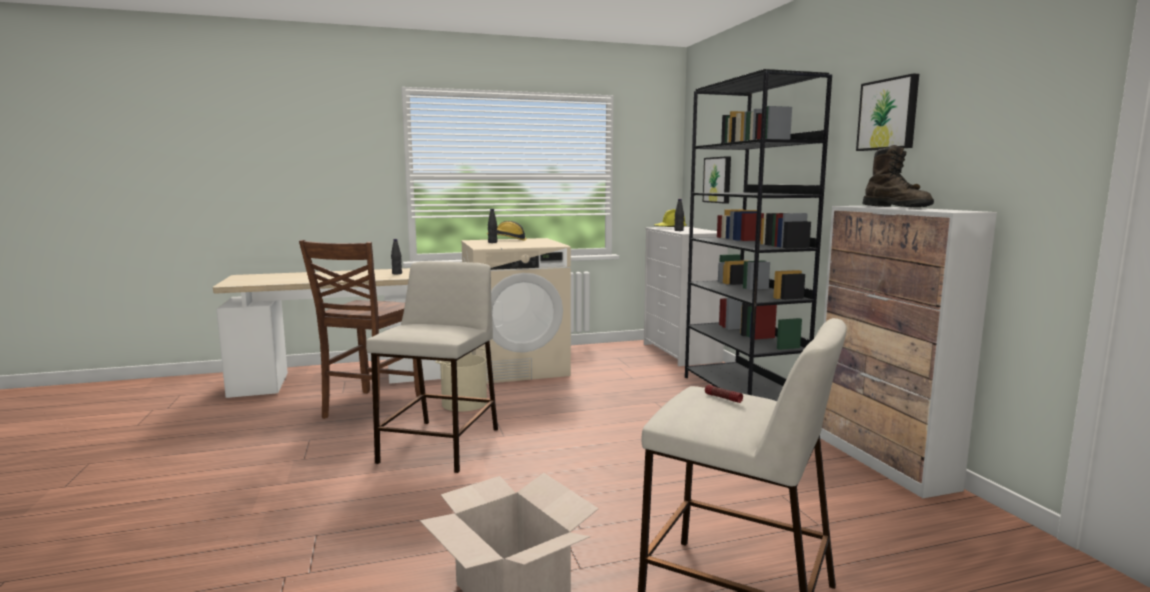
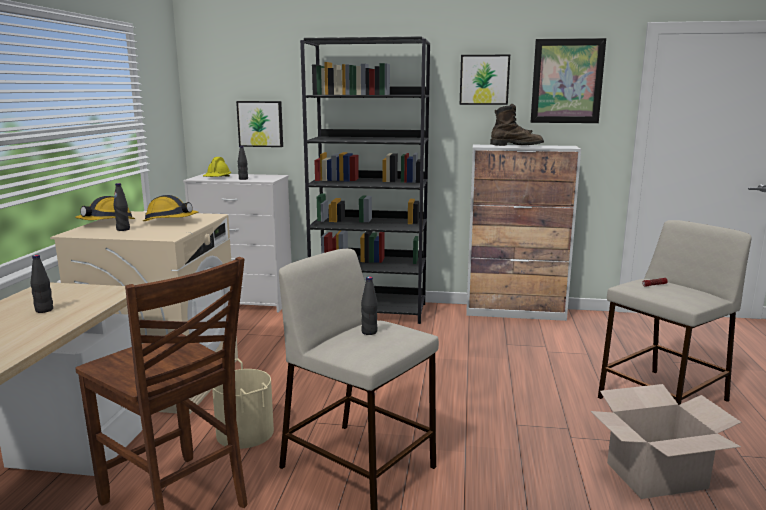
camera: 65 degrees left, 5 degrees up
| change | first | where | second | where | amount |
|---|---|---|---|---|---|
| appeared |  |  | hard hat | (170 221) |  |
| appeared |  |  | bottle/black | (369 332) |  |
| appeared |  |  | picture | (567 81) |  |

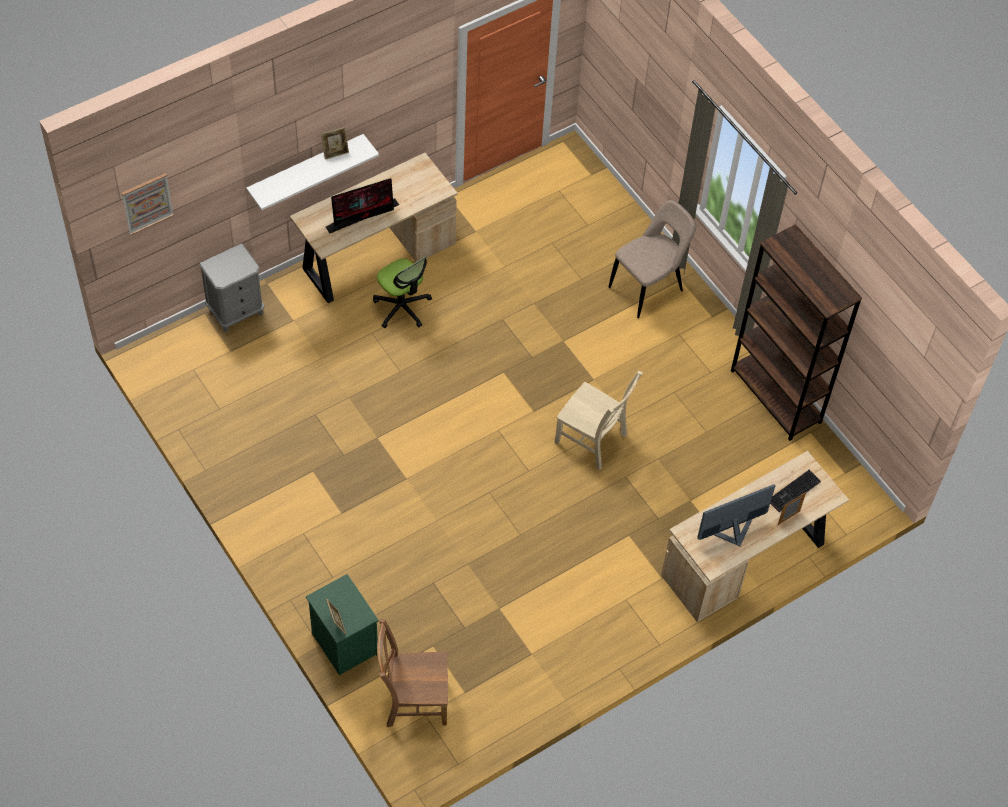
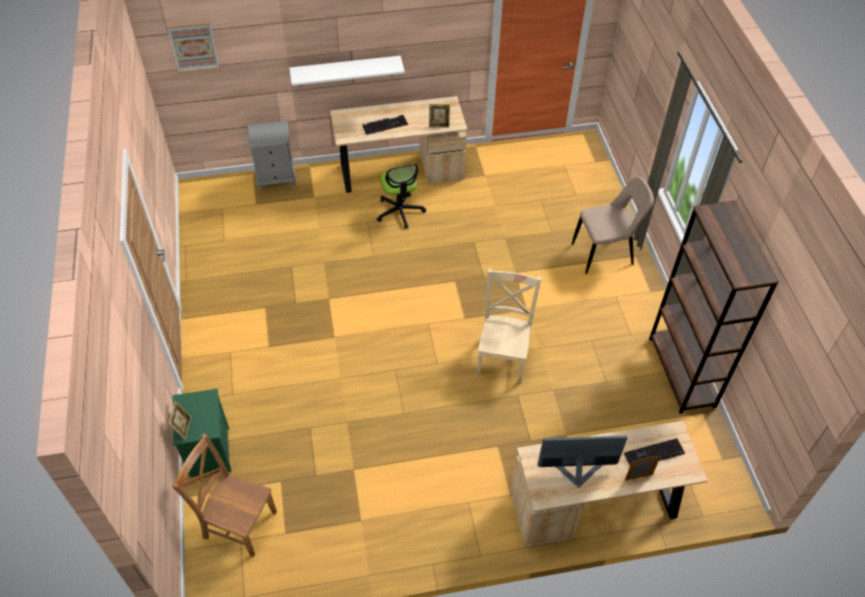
camera: 25 degrees right, 5 degrees down
| change | first | where | second | where | amount |
|---|---|---|---|---|---|
| relocated | picture frame | (335 152) |  | (439 124) |  |
| exchanged | monitor | (363 215) | keyboard | (385 125) |  |
| spun | chair/beige | (593 440) |  | (503 357) | 135 degrees counterclockwise |

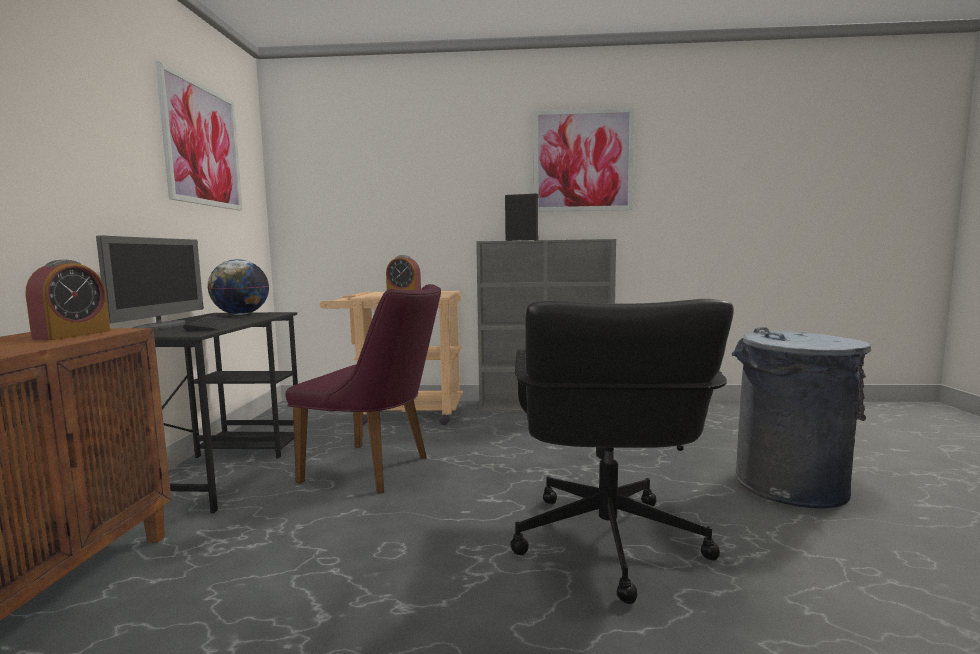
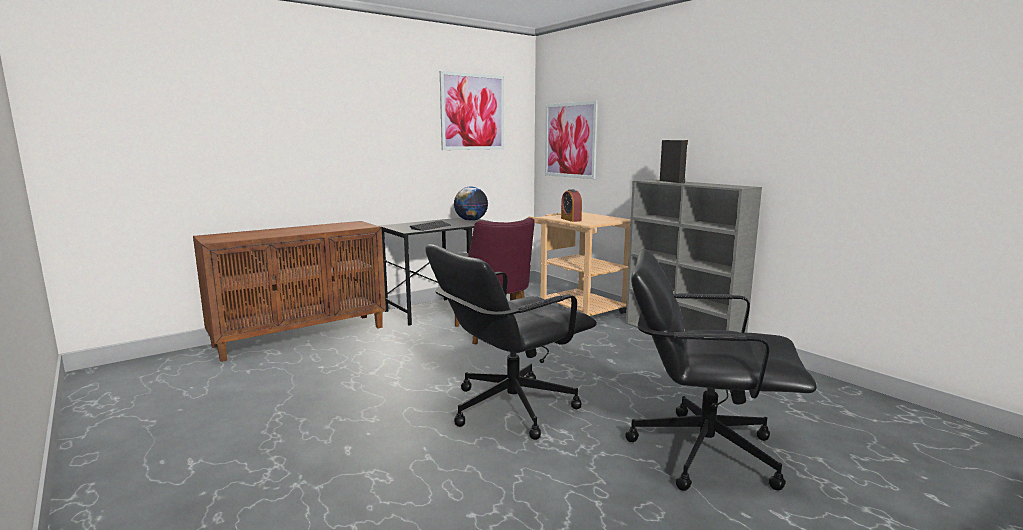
camera: 50 degrees right, 5 degrees up
| change | first | where | second | where | amount |
|---|---|---|---|---|---|
| missing | alarm clock | (72 335) |  |  |  |
| missing | monitor | (160 326) |  |  |  |
| relocated | picture | (582 161) |  | (570 140) |  |
| exchanged | trash can/grey | (790 487) | office chair/black | (702 451) |  |

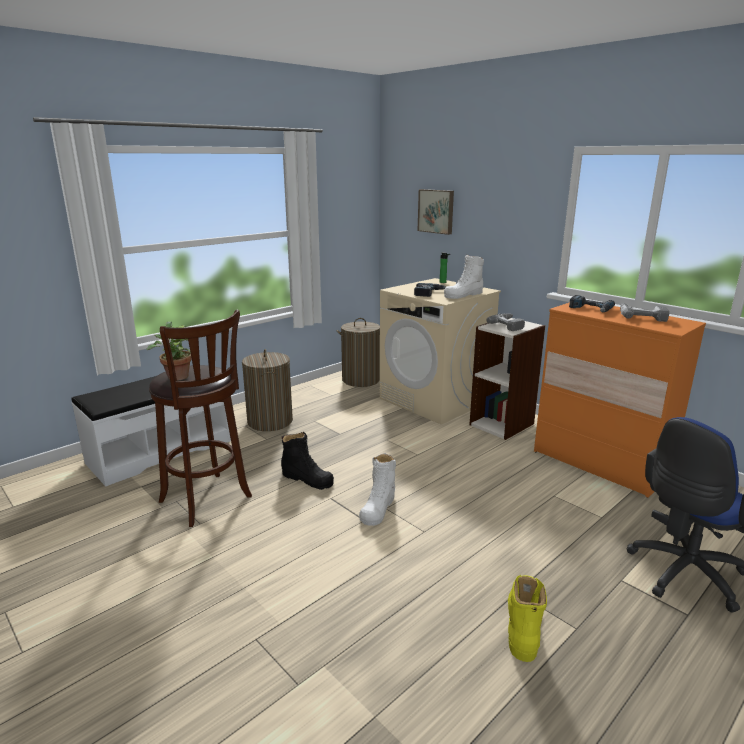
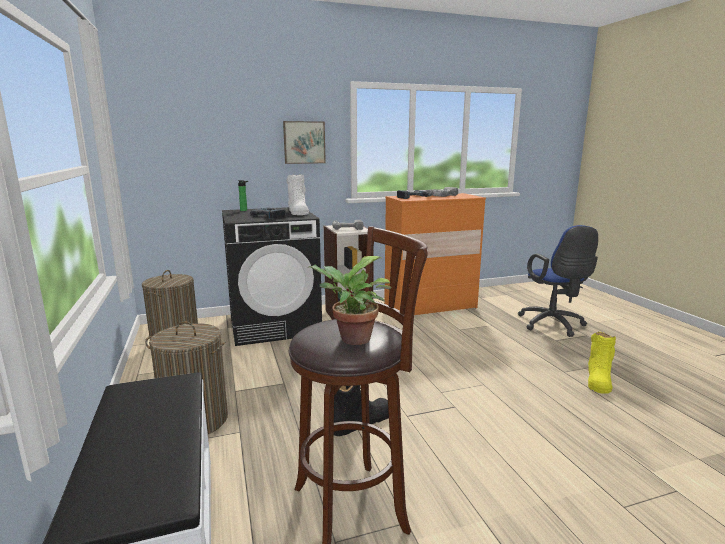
camera: 65 degrees left, 5 degrees down
| change | first | where | second | where | amount |
|---|---|---|---|---|---|
| missing | boot/white | (378 507) |  |  |  |
| colour | washing machine/beige | (435 400) | washing machine/black | (275 325) |  |
| relocated | picture | (436 211) |  | (304 142) |  |
| spun | boot/yellow | (522 626) |  | (598 380) | 105 degrees counterclockwise |

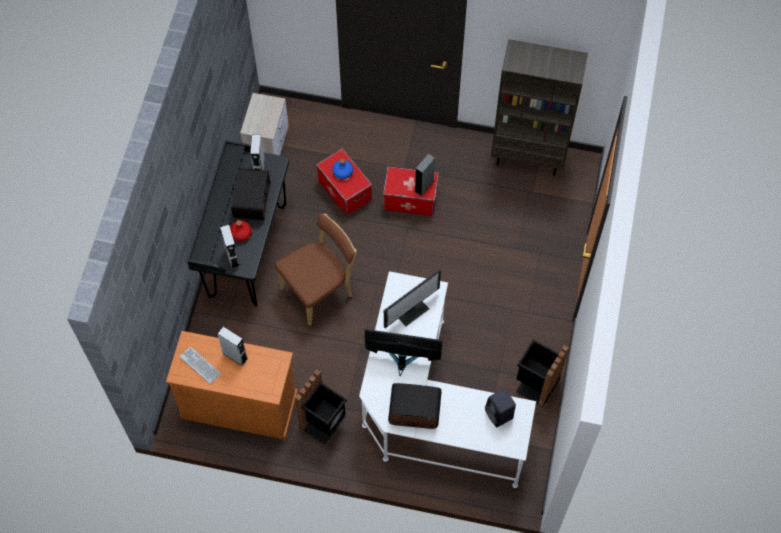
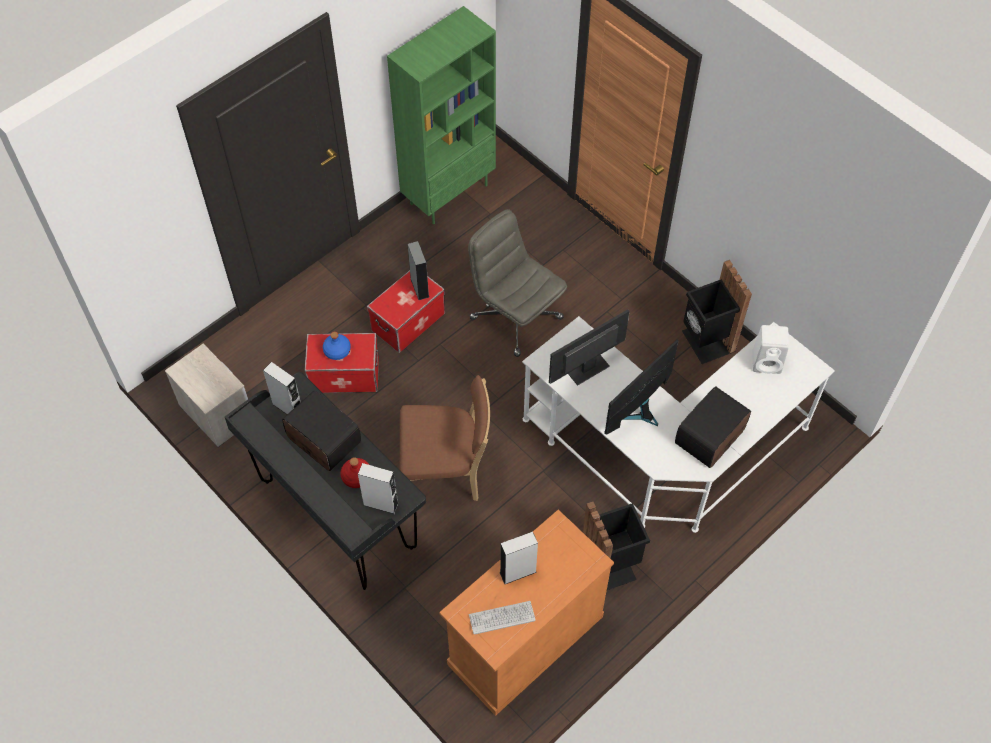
camera: 55 degrees left, 5 degrees down
| change | first | where | second | where | amount |
|---|---|---|---|---|---|
| spun | chair/brown | (319 290) |  | (446 472) | 90 degrees clockwise |
| spun | monitor | (411 310) |  | (586 368) | 120 degrees counterclockwise |
| colour | speaker/black | (499 415) | speaker/white | (767 362) |  |
| colour | bookcase/brown | (528 157) | bookcase/green | (448 193) |  |
| appeared |  |  | office chair/grey | (515 317) |  |

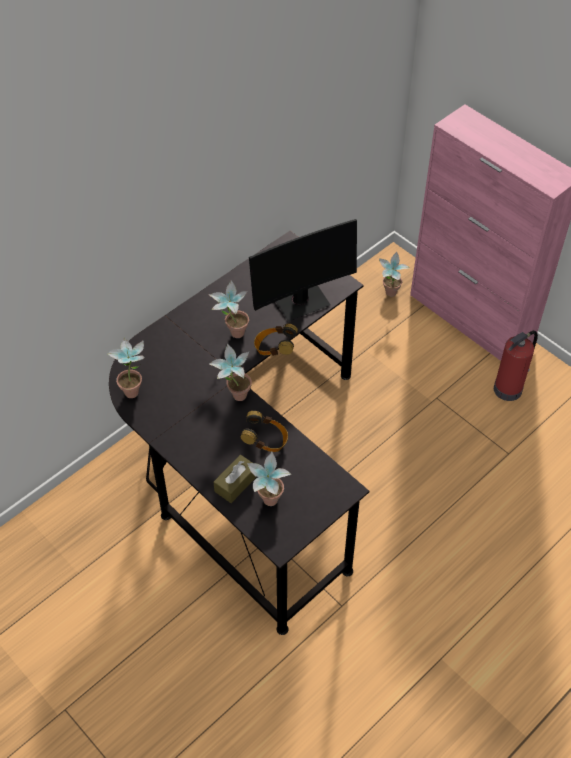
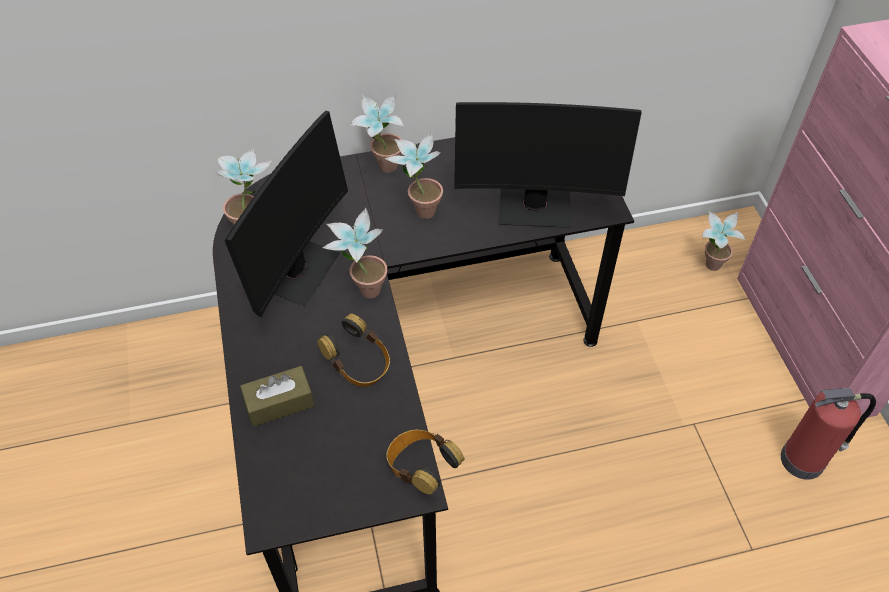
camera: 30 degrees right, 0 degrees up
| change | first | where | second | where | amount |
|---|---|---|---|---|---|
| relocated | potted plant | (268 504) |  | (383 169) |  |
| relocated | headphones | (274 349) |  | (421 468) |  |
| appeared |  |  | monitor | (297 271) |  |

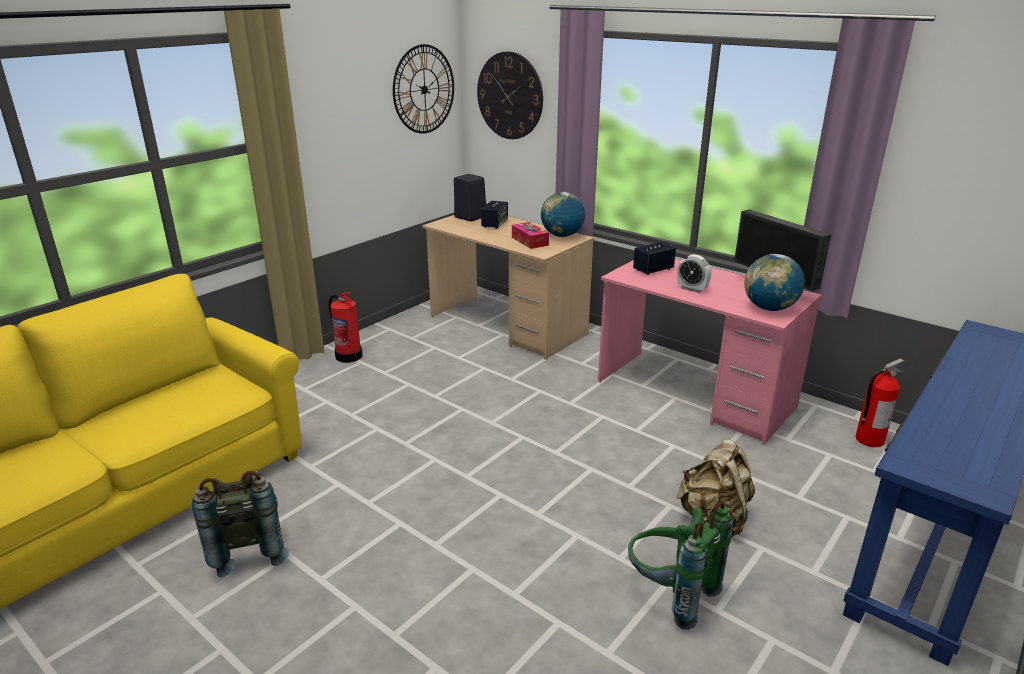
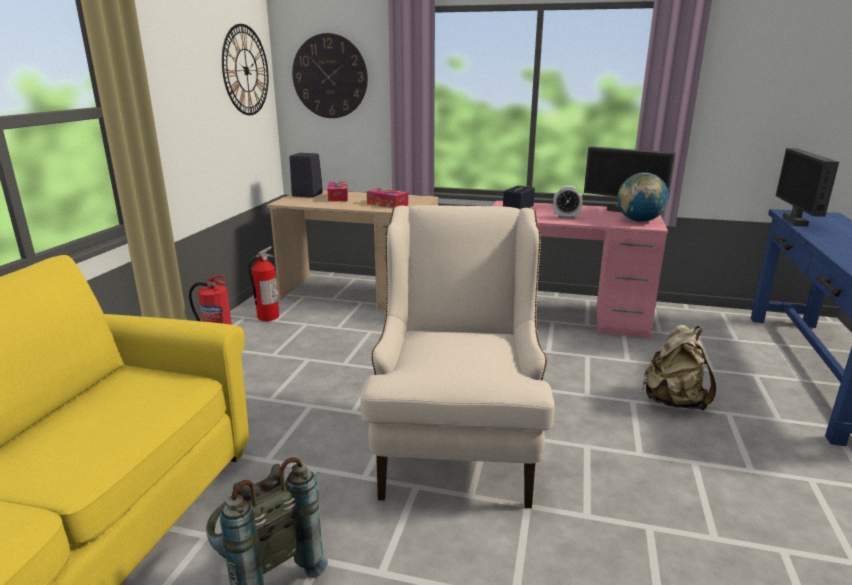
camera: 25 degrees left, 5 degrees down
| change | first | where | second | where | amount |
|---|---|---|---|---|---|
| exchanged | speaker | (494 224) | tissue box | (338 197) |  |
| missing | globe | (562 236) |  |  |  |
| missing | backpack/green | (670 594) |  |  |  |
| relocated | fire extinguisher | (868 439) |  | (267 317) |  |
| appeared |  |  | armchair/beige | (457 439) |  |
| appeared |  |  | monitor | (796 222) |  |

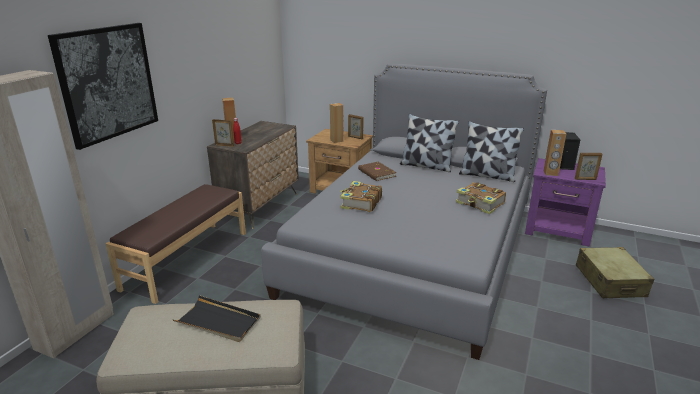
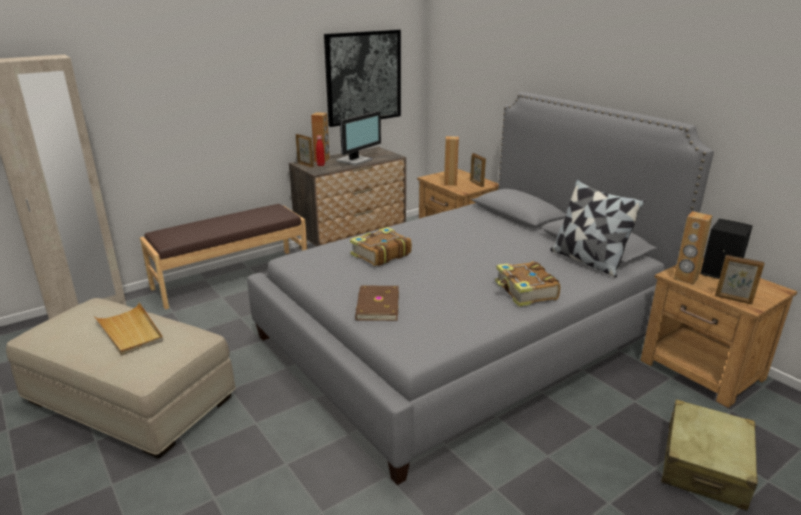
camera: 30 degrees right, 0 degrees up
| change | first | where | second | where | amount |
|---|---|---|---|---|---|
| relocated | picture | (108 83) |  | (363 77) |  |
| colour | tray/black | (218 321) | tray/beige | (130 331) |  |
| relocated | book/brown | (376 173) |  | (376 306) |  |
| missing | pillow | (426 166) |  |  |  |
| colour | nightstand/purple | (558 230) | nightstand/brown | (702 371) |  |
| appeared |  |  | monitor | (355 160) |  |

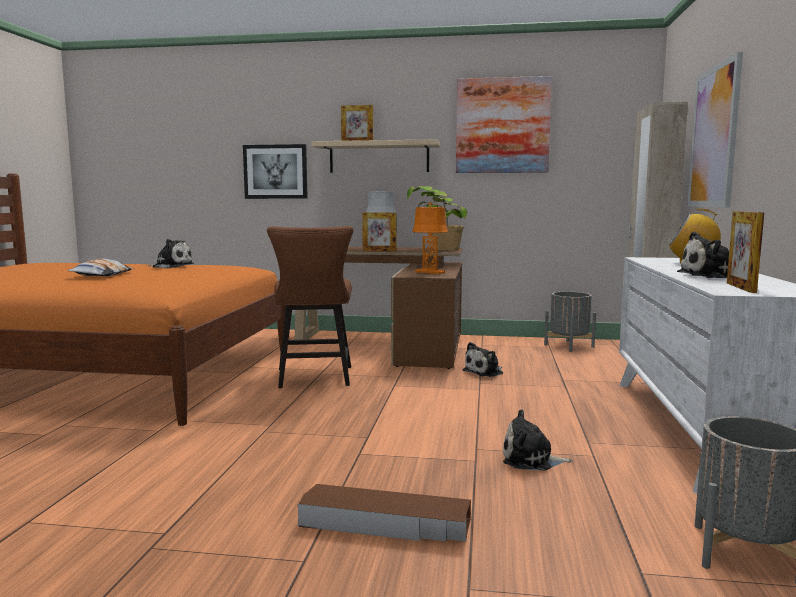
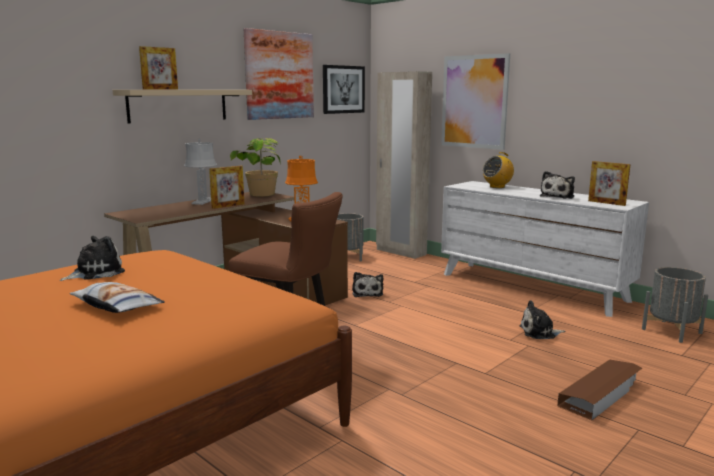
camera: 55 degrees left, 5 degrees up
| change | first | where | second | where | amount |
|---|---|---|---|---|---|
| relocated | picture | (275 171) |  | (343 89) |  |
| spun | plush toy | (531 460) |  | (539 332) | 45 degrees clockwise |

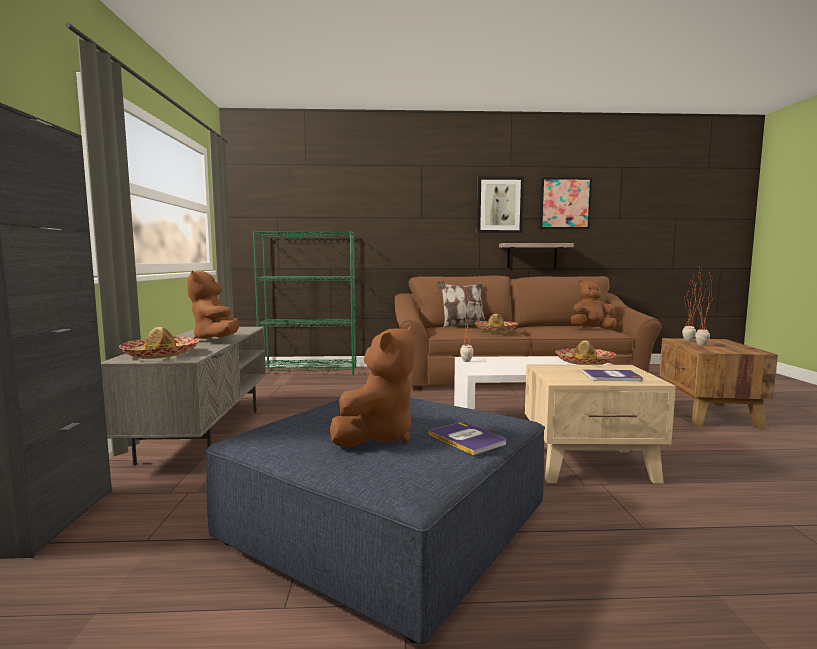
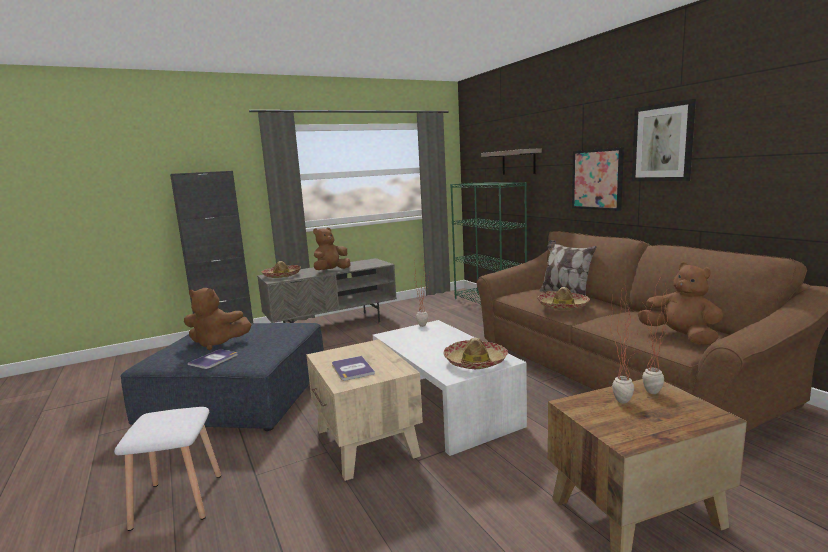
camera: 65 degrees right, 5 degrees up
| change | first | where | second | where | amount |
|---|---|---|---|---|---|
| relocated | shelf | (531 255) |  | (518 162) |  |
| relocated | picture | (564 203) |  | (597 179) |  |
| appeared |  |  | stool/white | (177 500) |  |

